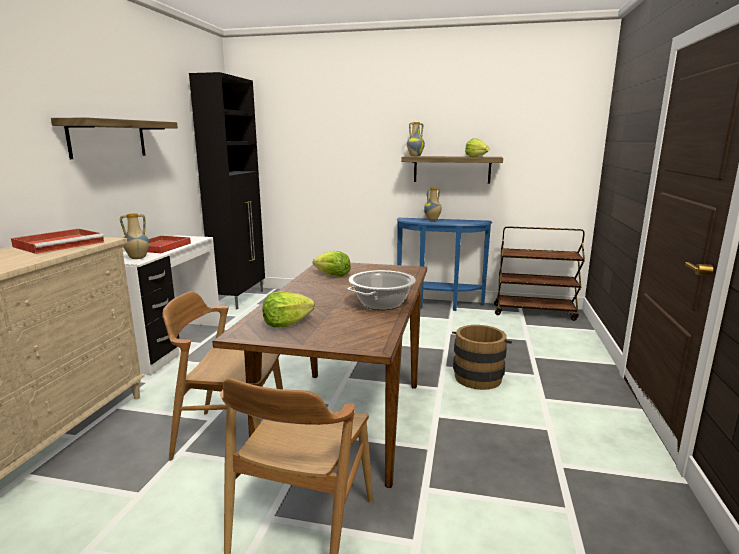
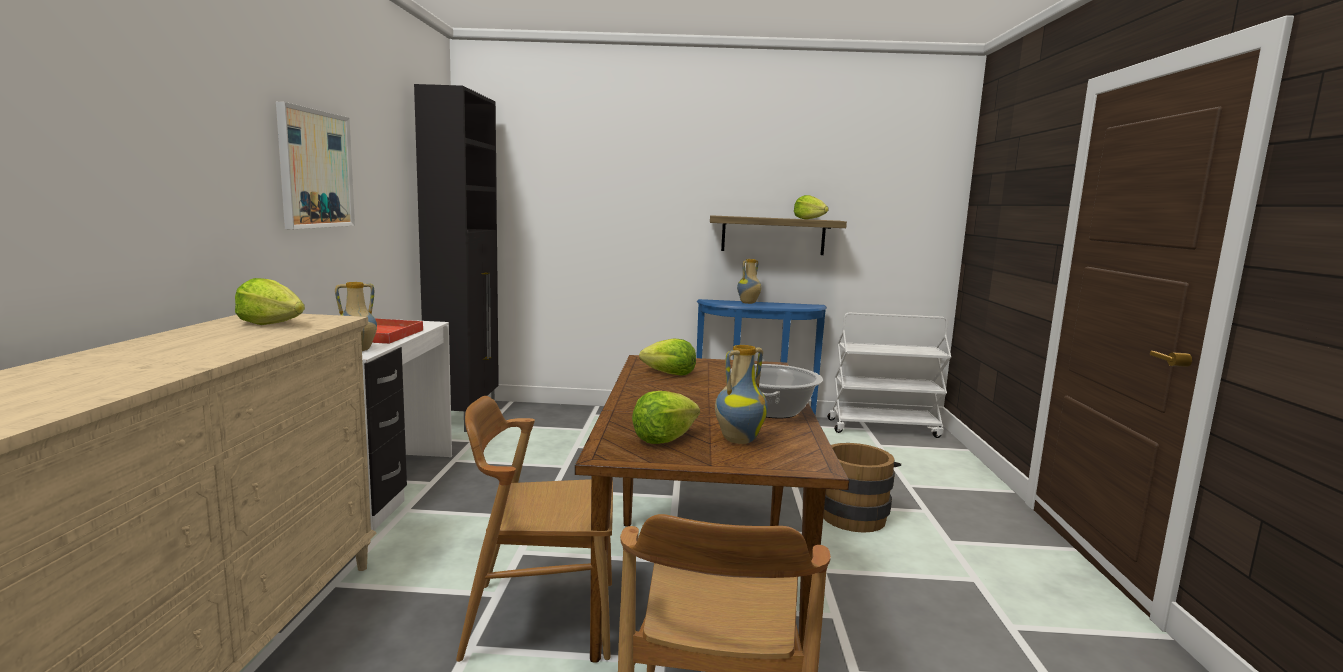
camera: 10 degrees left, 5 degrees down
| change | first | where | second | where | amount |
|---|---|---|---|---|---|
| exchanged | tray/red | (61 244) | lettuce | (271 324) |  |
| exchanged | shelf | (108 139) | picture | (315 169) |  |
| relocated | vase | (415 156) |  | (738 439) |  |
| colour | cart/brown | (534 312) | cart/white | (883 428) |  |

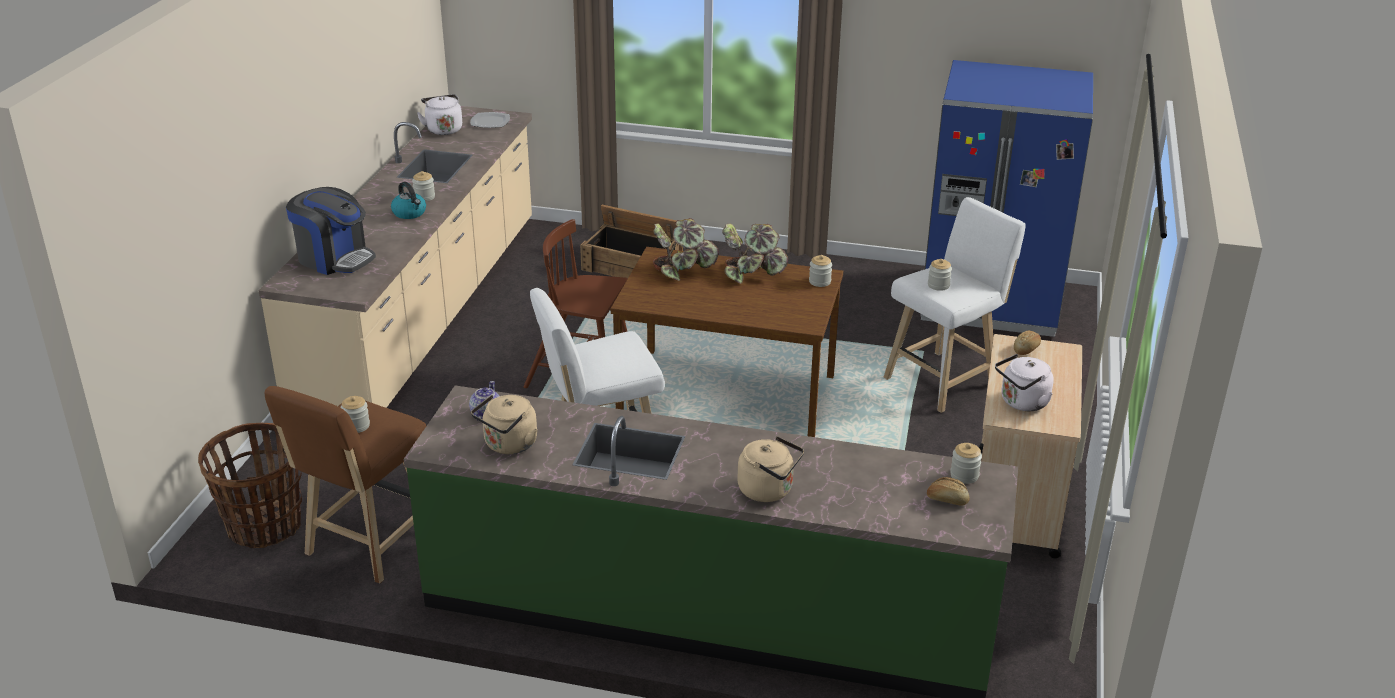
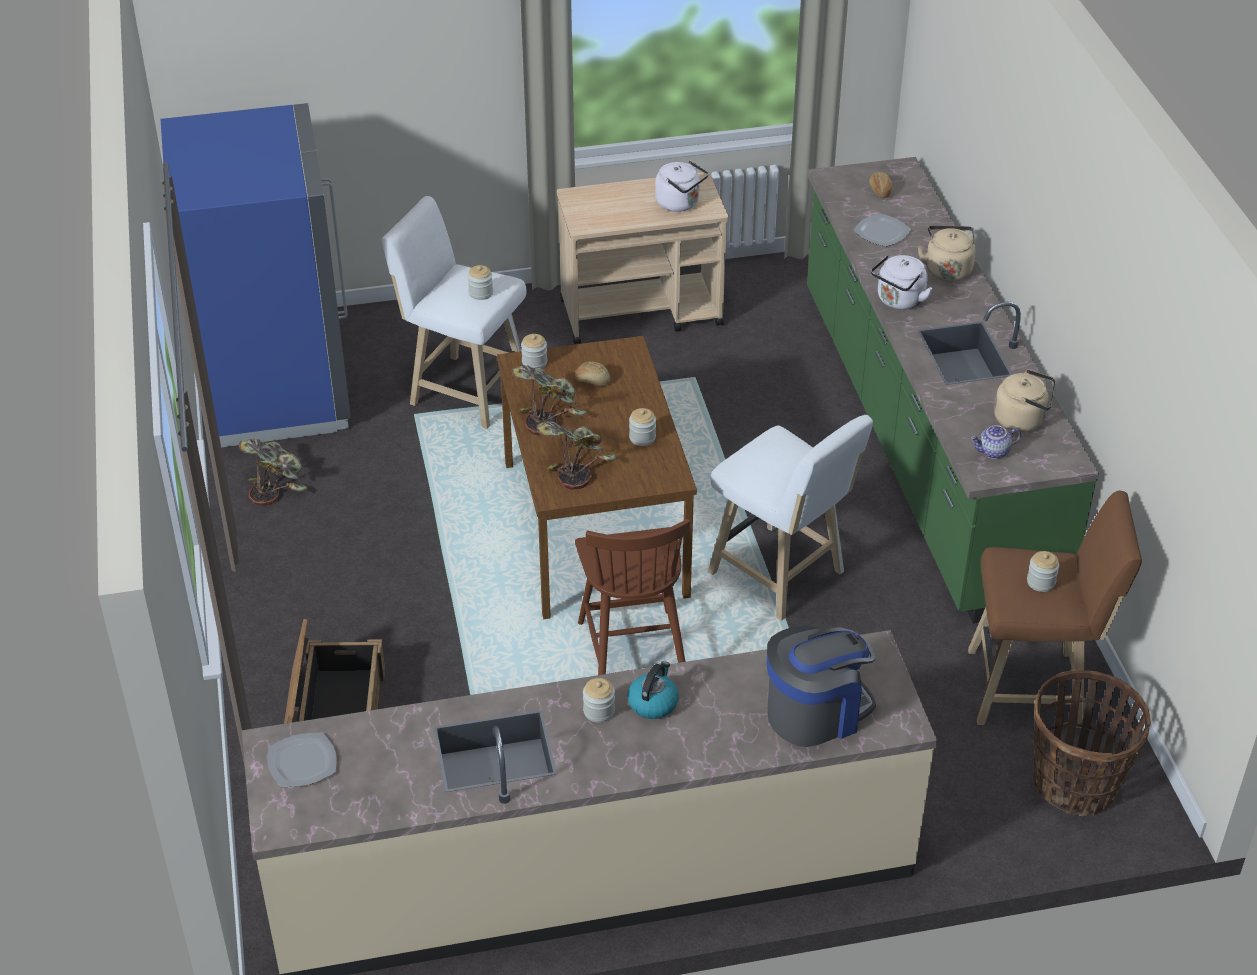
camera: 115 degrees left, 10 degrees up
| change | first | where | second | where | amount |
|---|---|---|---|---|---|
| spun | coffee machine | (334 258) |  | (816 712) | 60 degrees clockwise |
| relocated | kettle/white | (443 129) |  | (899 301) |  |
| relocated | jar | (964 475) |  | (642 438) |  |
| relocated | bread | (1026 349) |  | (592 381) |  |
| appeared |  |  | potted plant | (275 484) |  |
| appeared |  |  | plate | (881 232) |  |

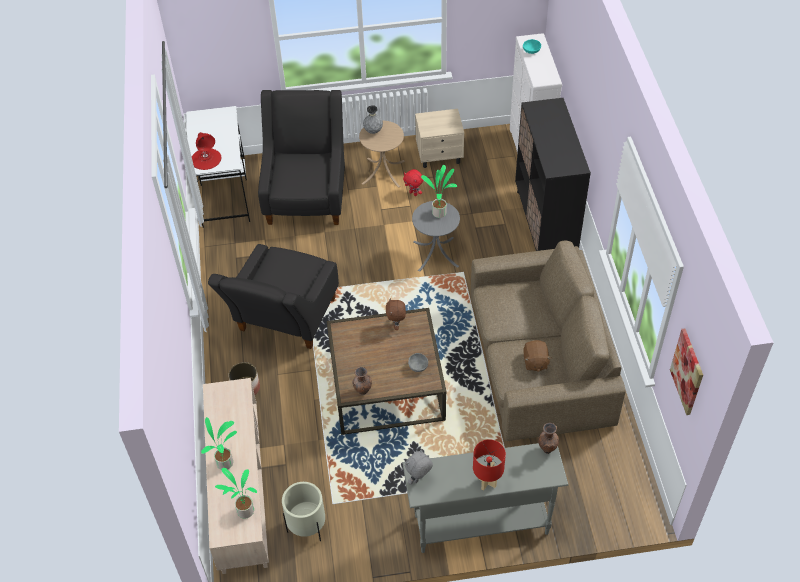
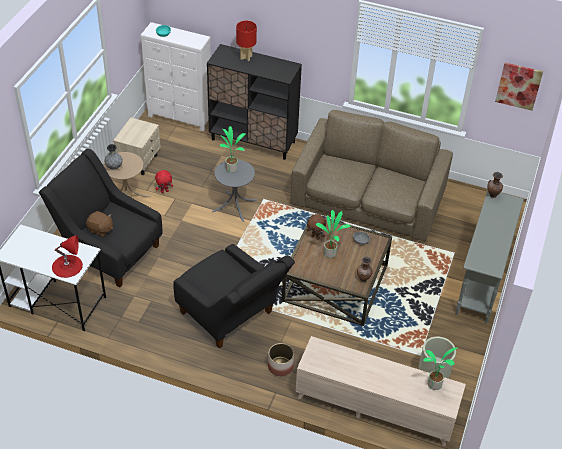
camera: 65 degrees left, 5 degrees down
| change | first | where | second | where | amount |
|---|---|---|---|---|---|
| relocated | potted plant | (226 463) |  | (330 253) |  |
| missing | plush toy/grey | (419 479) |  |  |  |
| relocated | table lamp/red | (487 483) |  | (246 57) |  |
| relocated | plush toy/brown | (535 362) |  | (100 229) |  |

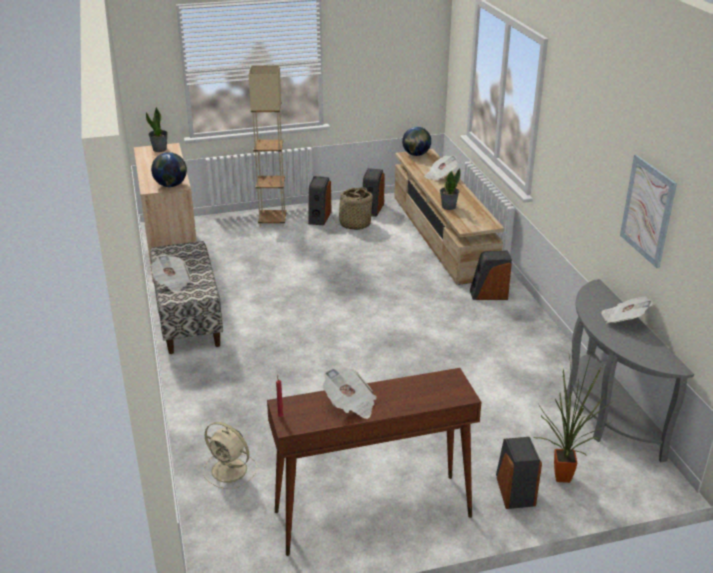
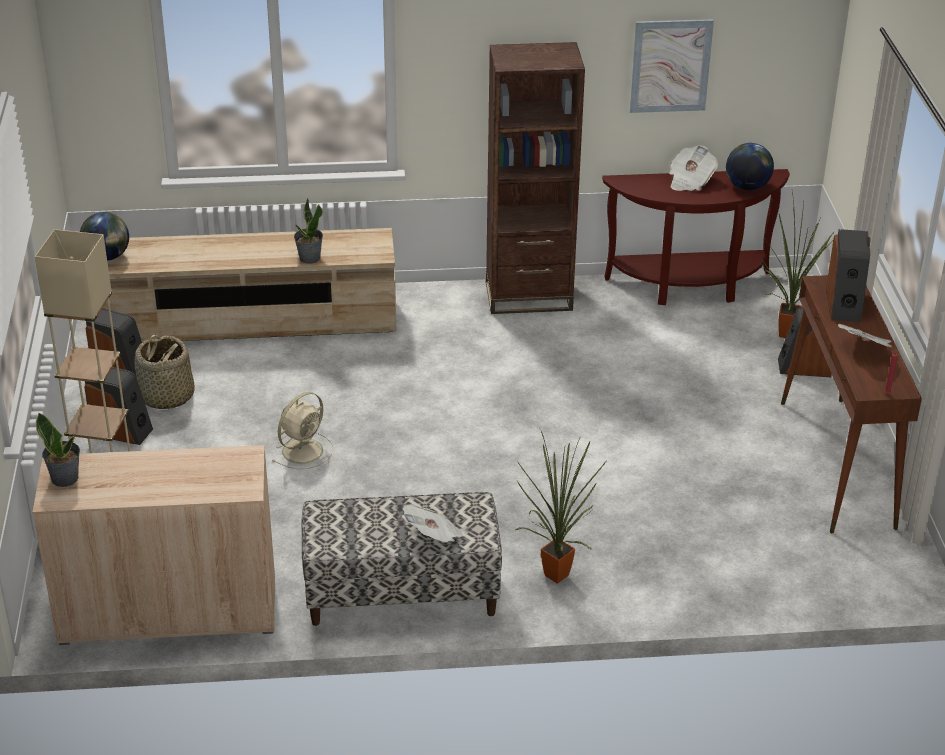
camera: 80 degrees left, 5 degrees up
| change | first | where | second | where | amount |
|---|---|---|---|---|---|
| relocated | globe | (171 185) |  | (747 187) |  |
| relocated | fan/beige | (230 470) |  | (304 450) |  |
| missing | newspaper | (440 176) |  |  |  |
| relocated | speaker | (489 294) |  | (845 305) |  |
| colour | console table/grey | (604 414) | console table/brown | (690 286) |  |
| appeared |  |  | bookcase/brown | (529 296) |  |
| appeared |  |  | potted plant | (553 573) |  |

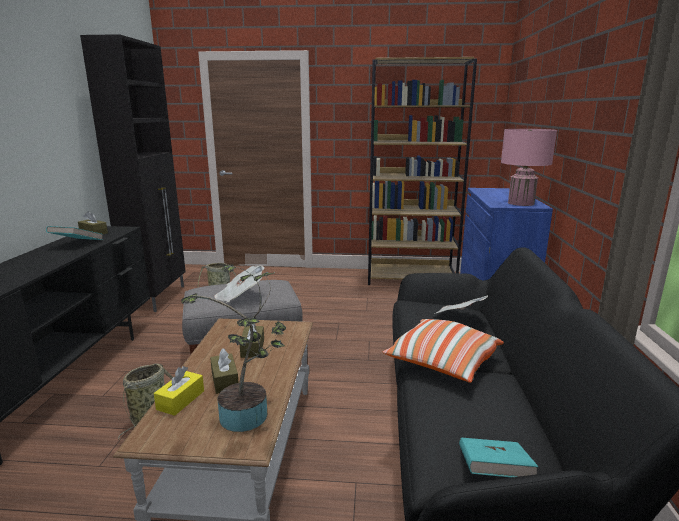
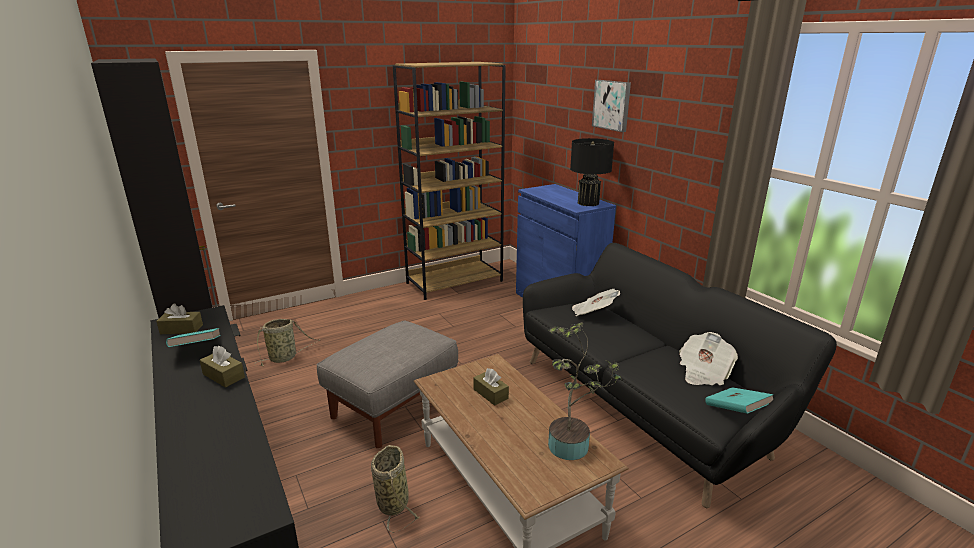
camera: 35 degrees left, 5 degrees up
| change | first | where | second | where | amount |
|---|---|---|---|---|---|
| missing | tissue box/yellow | (180 400) |  |  |  |
| relocated | tissue box/brown | (225 380) |  | (223 376) |  |
| relocated | newspaper | (240 296) |  | (703 372) |  |
| missing | pillow | (442 363) |  |  |  |
| colour | table lamp/pink | (521 203) | table lamp/black | (588 203) |  |
| appeared |  |  | picture | (612 105) |  |

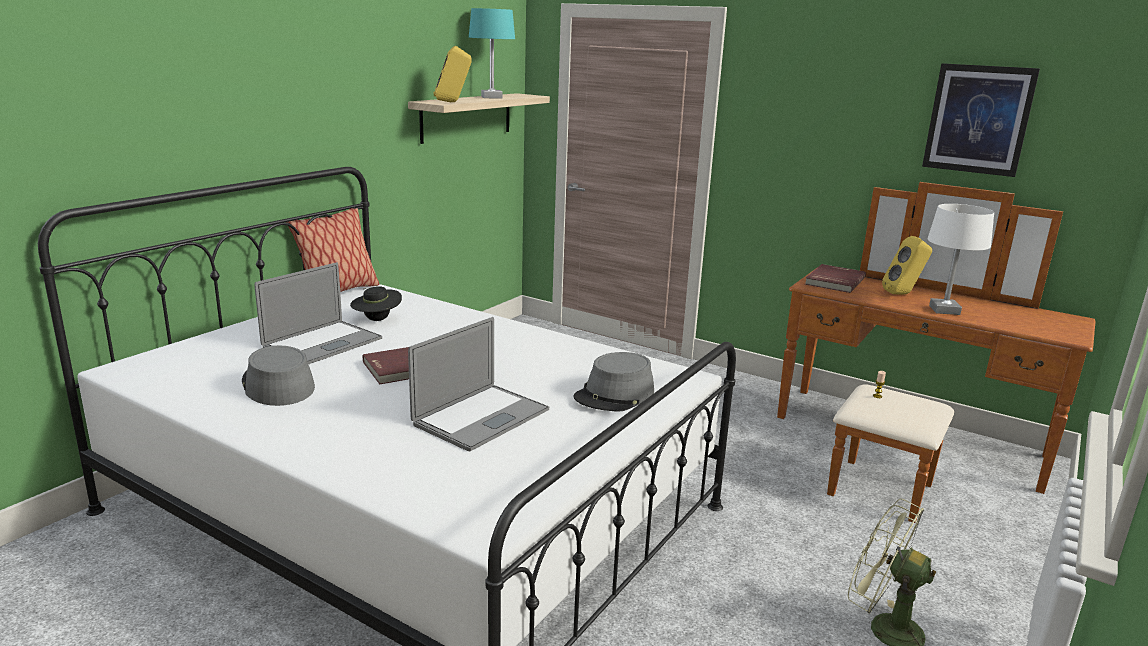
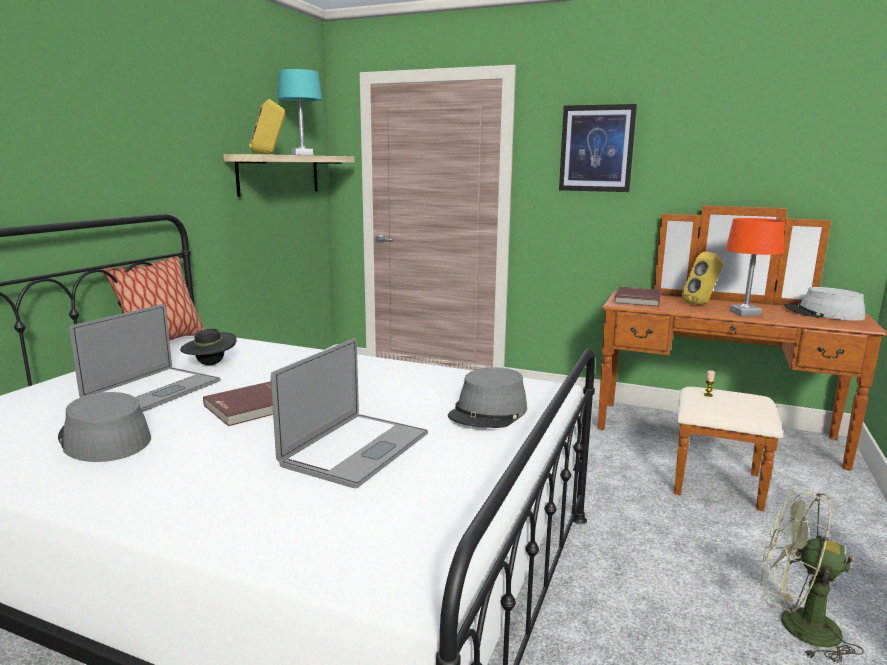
camera: 10 degrees left, 5 degrees down
| change | first | where | second | where | amount |
|---|---|---|---|---|---|
| relocated | picture | (978 119) |  | (596 148) |  |
| colour | table lamp/white | (944 310) | table lamp/orange | (745 313) |  |
| appeared |  |  | hat/grey | (823 314) |  |

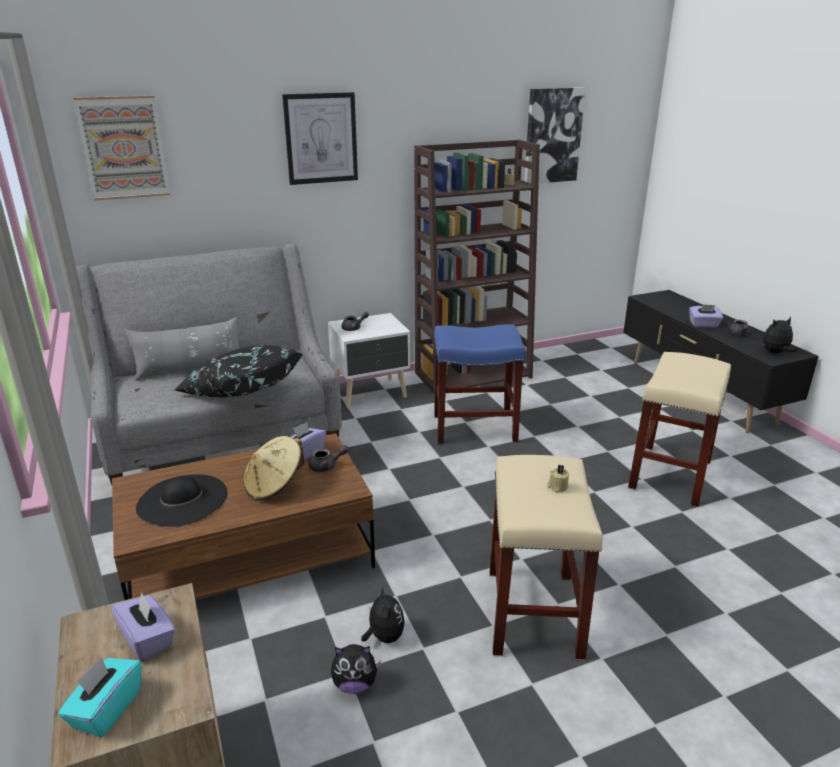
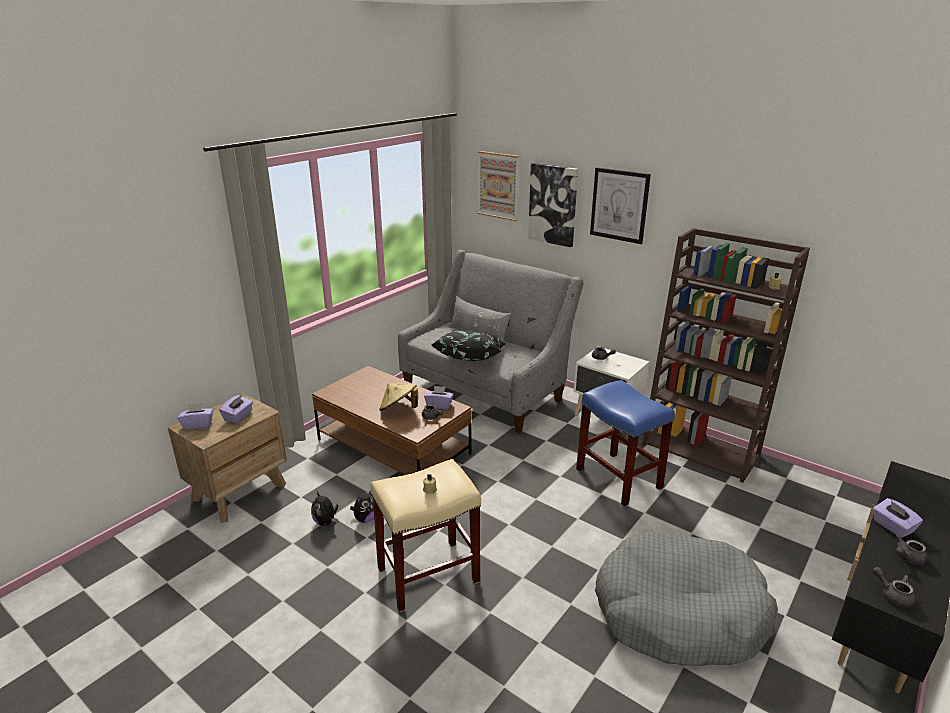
camera: 60 degrees right, 0 degrees up
| change | first | where | second | where | amount |
|---|---|---|---|---|---|
| colour | tissue box/turquoise | (106 709) | tissue box/purple | (198 425) |  |
| missing | hat/black | (182 500) |  |  |  |
| relocated | picture | (552 136) |  | (553 204) |  |
| exchanged | stool/beige | (669 474) | dog bed/grey | (678 613) |  |
| exchanged | plush toy | (775 353) | teapot/grey | (893 595) |  |

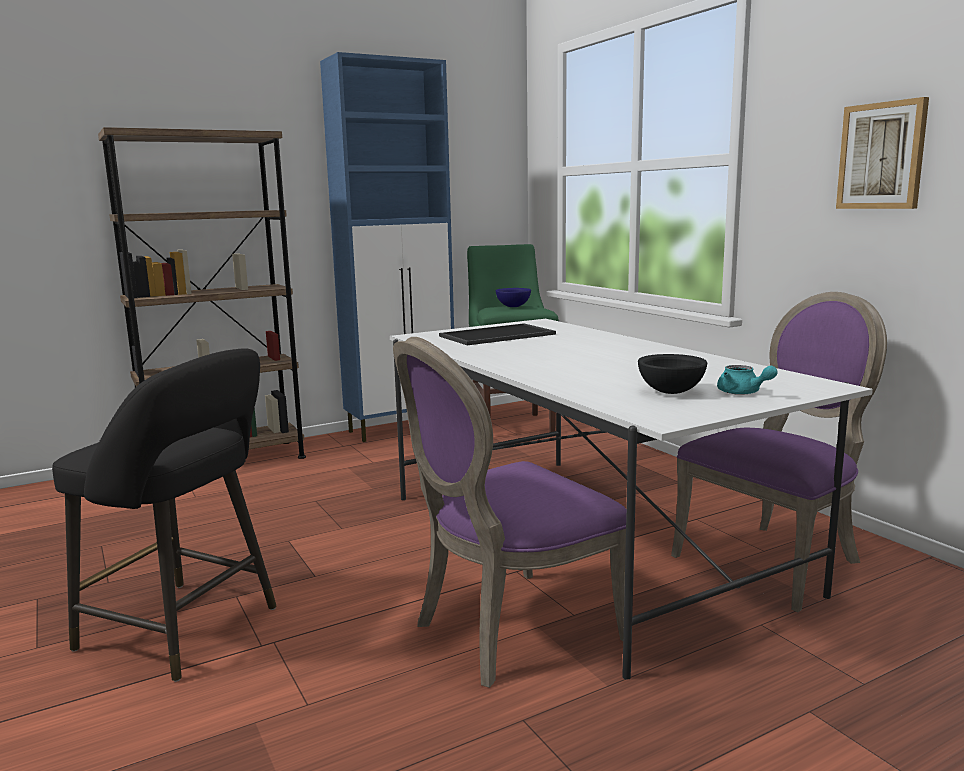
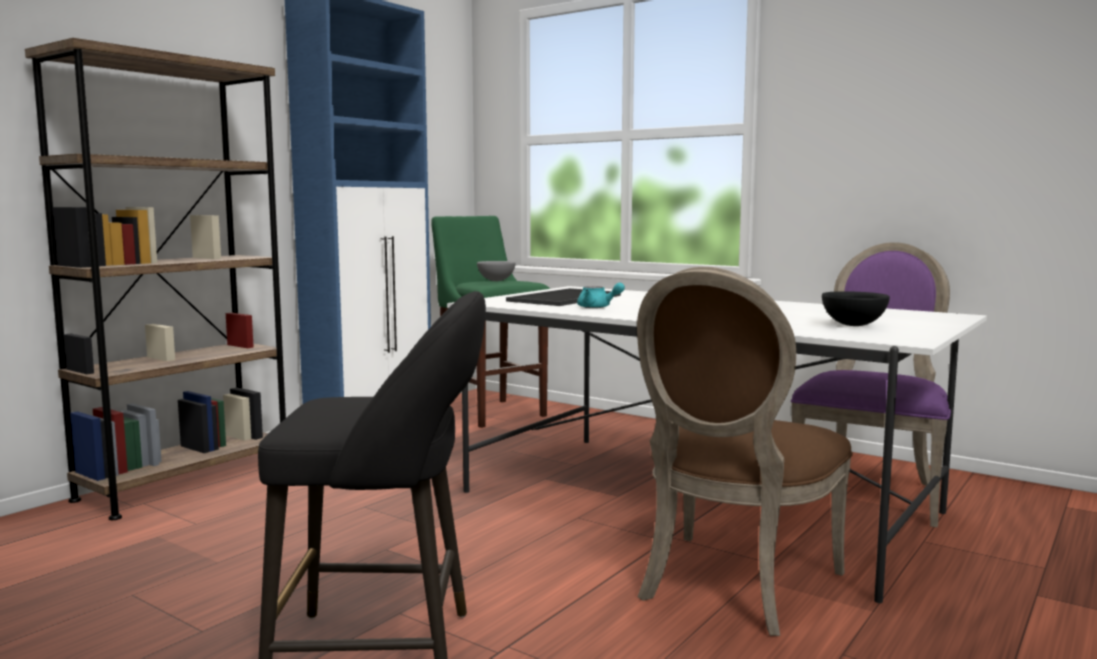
camera: 25 degrees left, 5 degrees down
| change | first | where | second | where | amount |
|---|---|---|---|---|---|
| colour | chair/purple | (508 630) | chair/brown | (732 586) |  |
| colour | bowl/blue | (513 306) | bowl/grey | (495 280) |  |
| relocated | teapot/turquoise | (742 393) |  | (598 307) |  |
| missing | picture | (882 156) |  |  |  |

